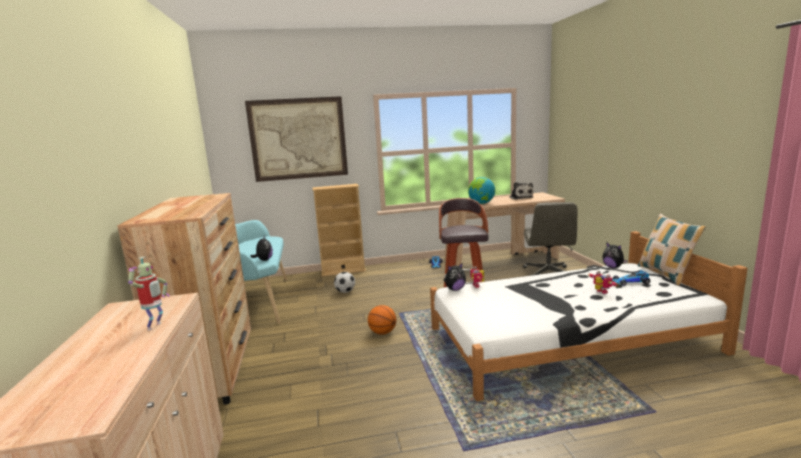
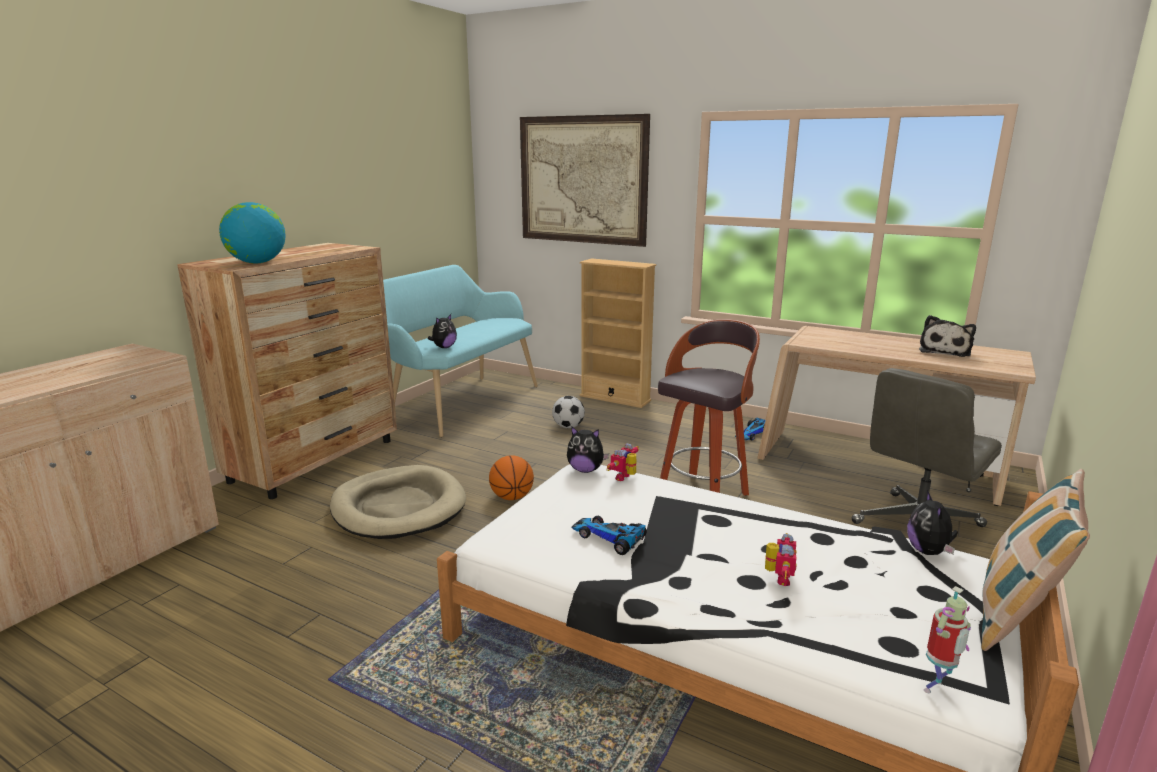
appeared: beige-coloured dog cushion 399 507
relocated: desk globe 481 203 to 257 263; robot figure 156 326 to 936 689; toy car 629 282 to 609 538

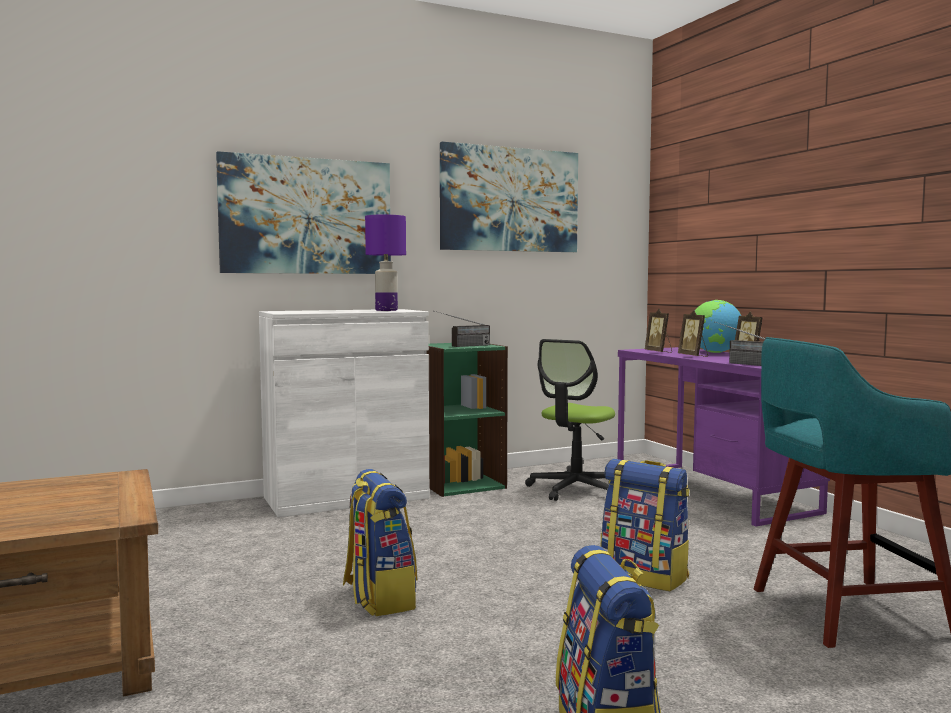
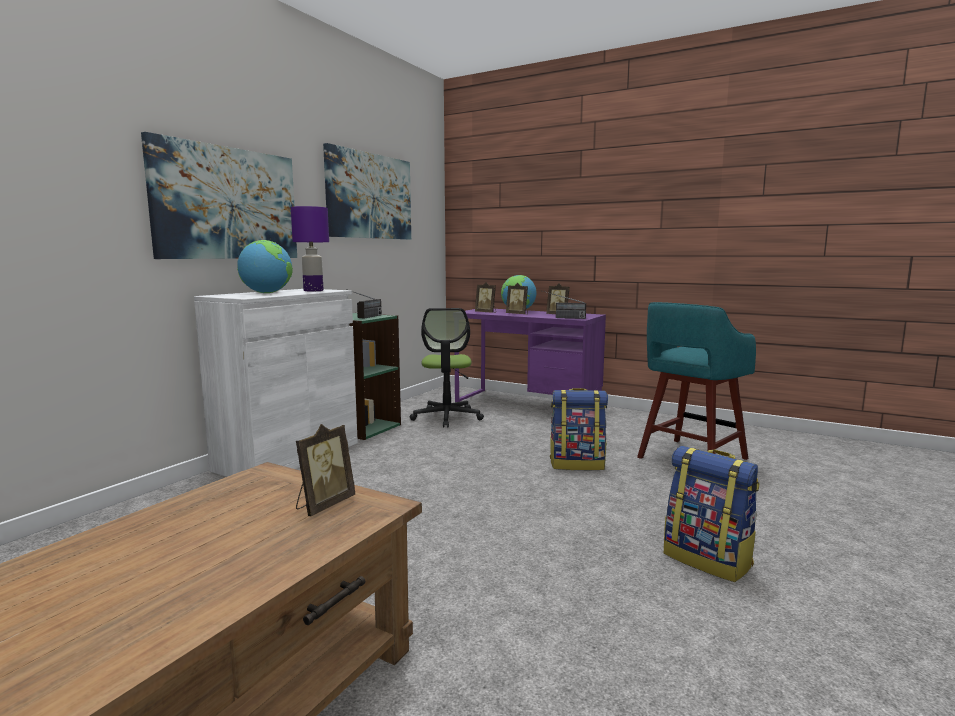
missing: backpack 378 598
appeared: desk globe 267 293; photo frame 323 505

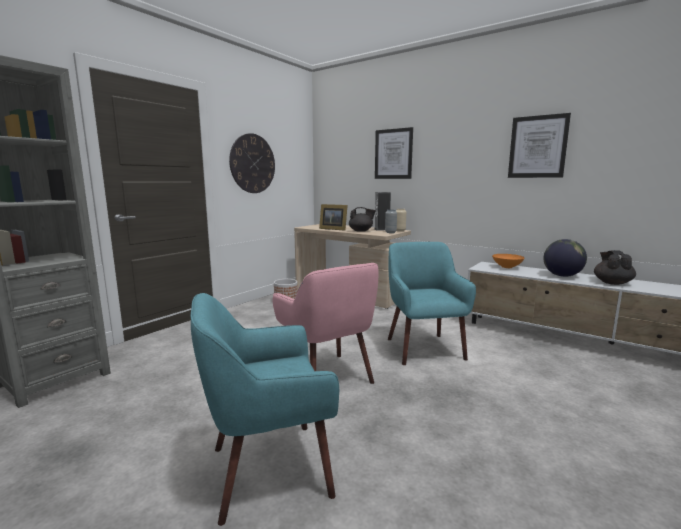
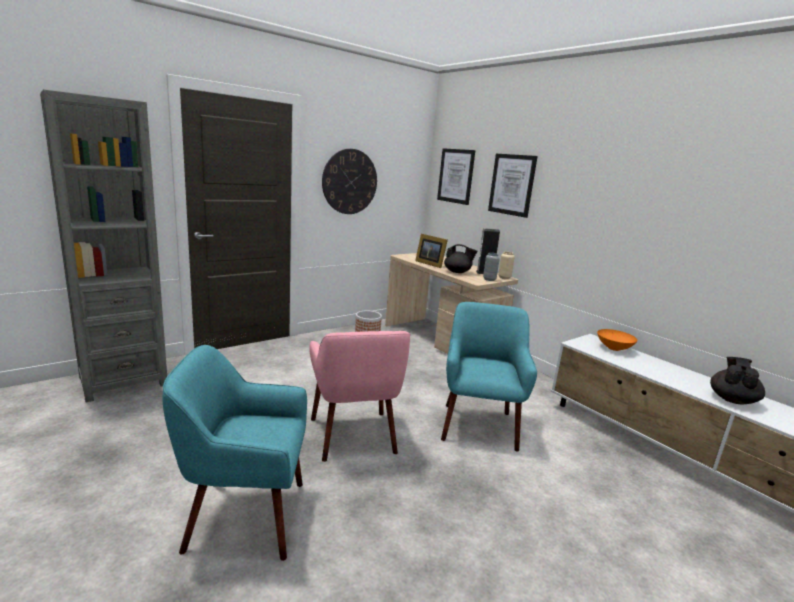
missing: desk globe 562 276
relocated: wall picture 537 147 to 456 176

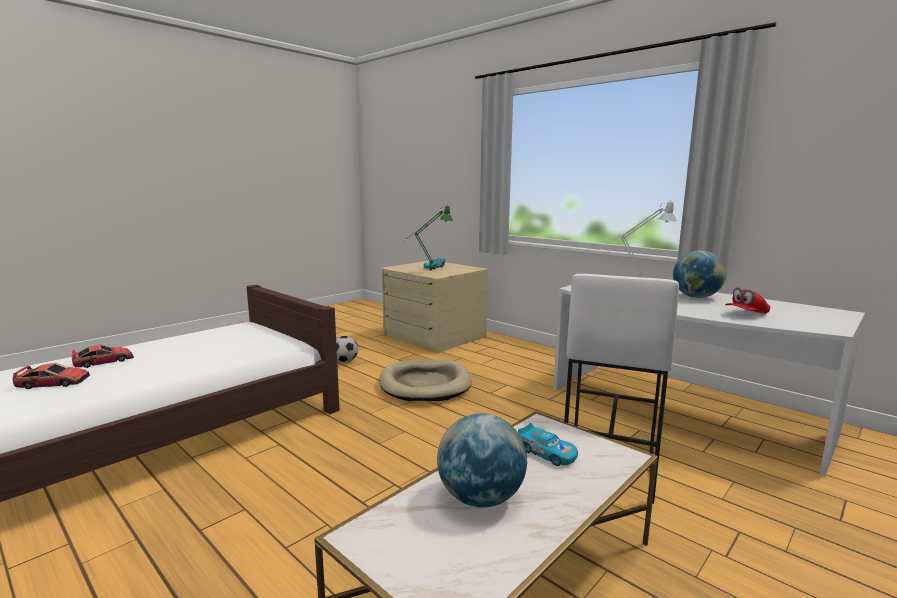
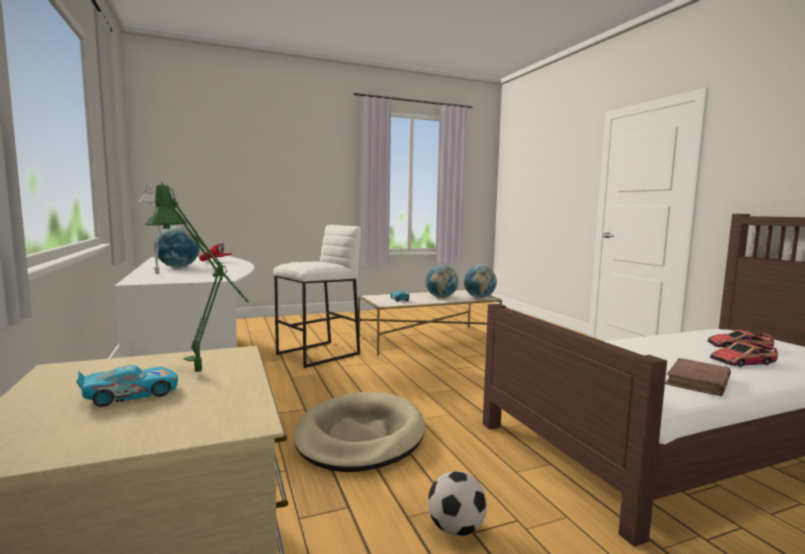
appeared: desk globe 479 297; brown-coloured volume 698 381

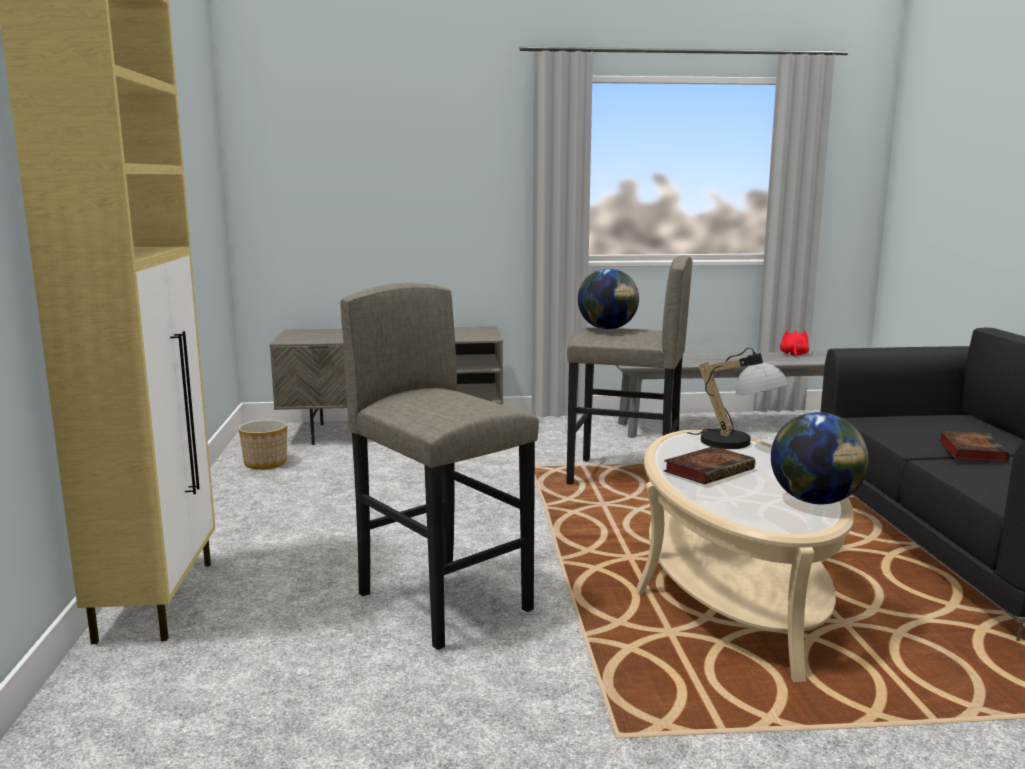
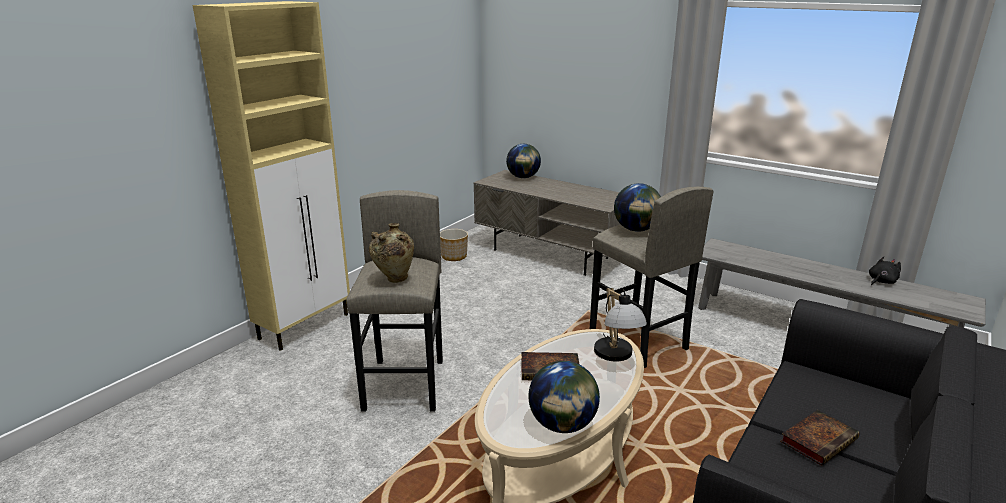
appeared: desk globe 523 177; beige-coloured flower vase 394 279
colour: reddish cuddly toy 793 355 to blackish cuddly toy 881 281

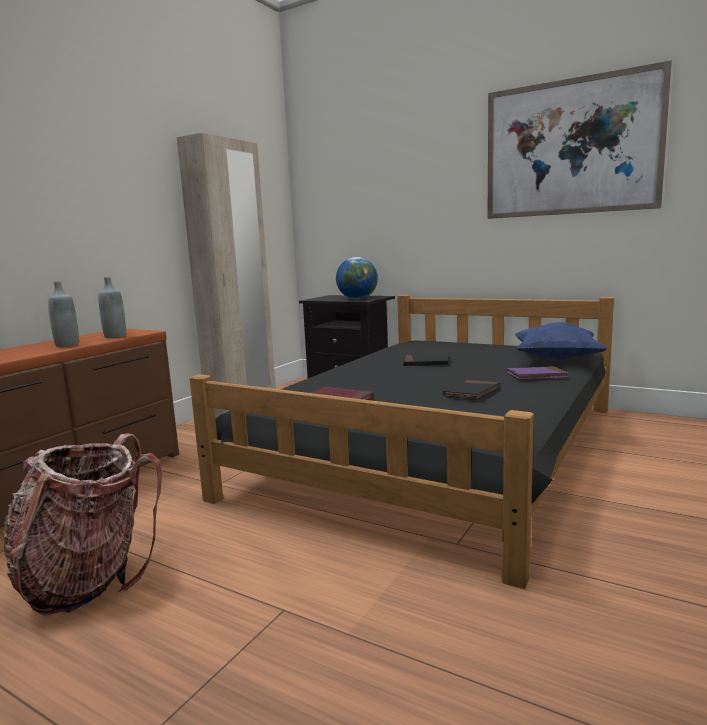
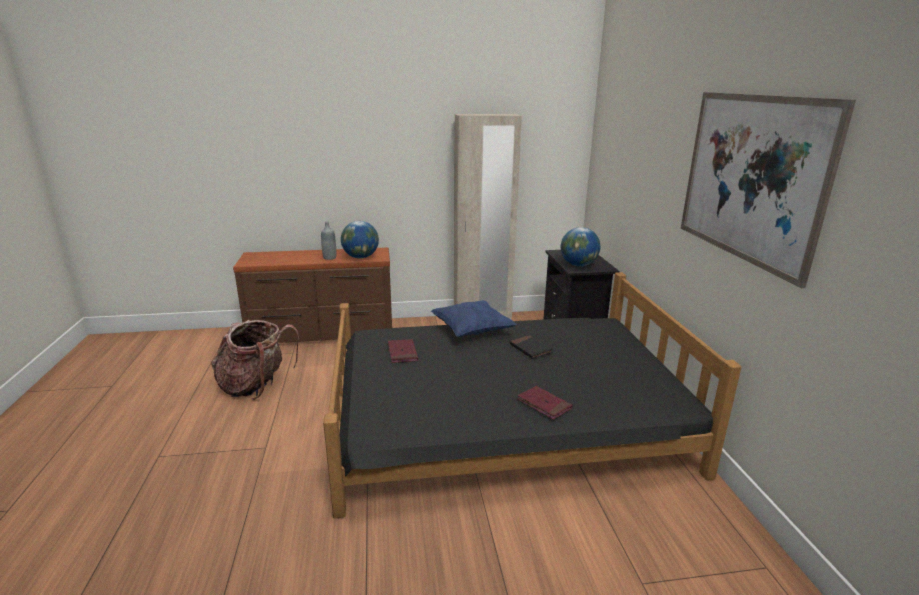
missing: blackish volume 471 393
relocated: bluish pillow 556 359 to 472 331
exchanged: greyish bottle 115 336 to desk globe 361 257
colour: purple volume 536 376 to reddish volume 544 404

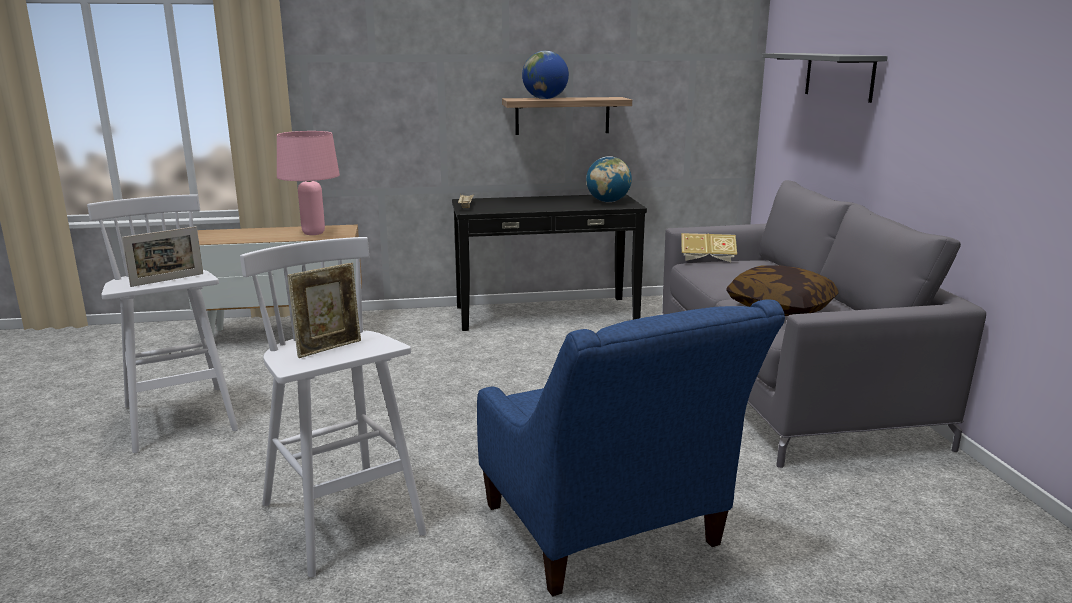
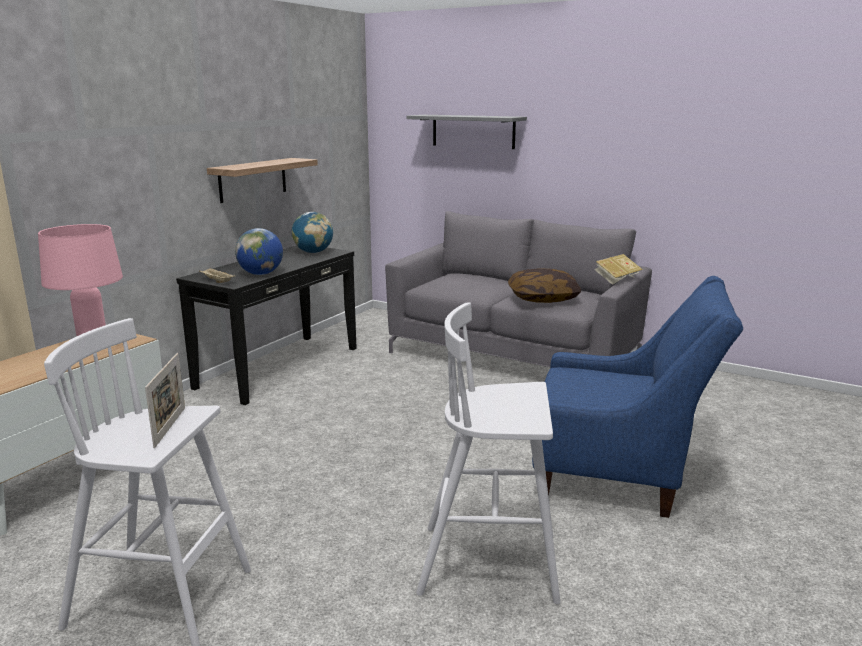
missing: photo frame 329 348
relocated: desk globe 545 99 to 261 274; volume 707 259 to 616 279

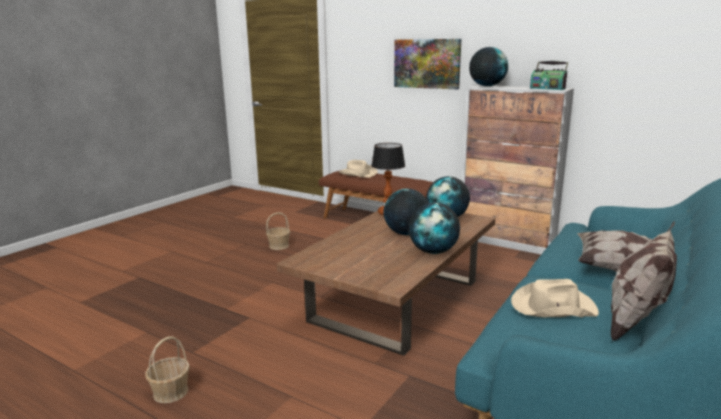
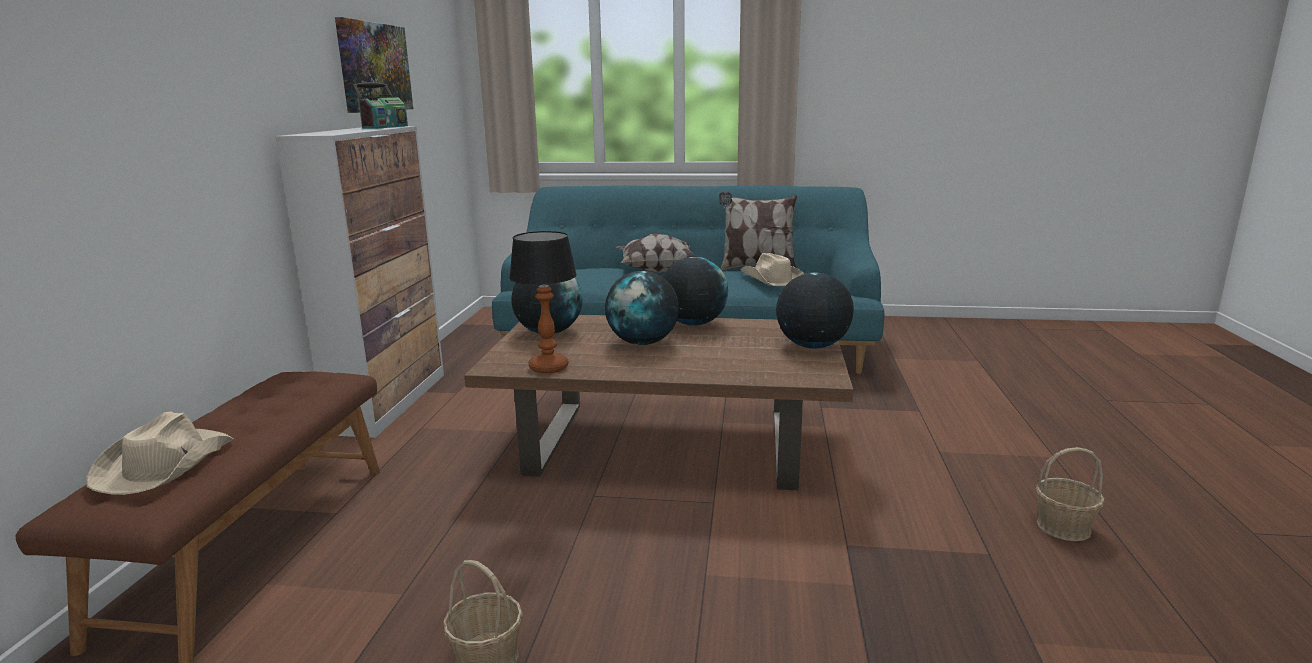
relocated: wall picture 427 63 to 374 67; desk globe 487 86 to 812 346

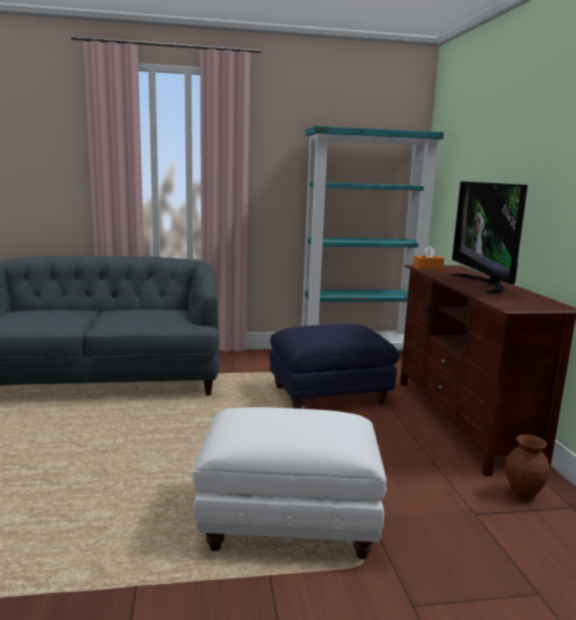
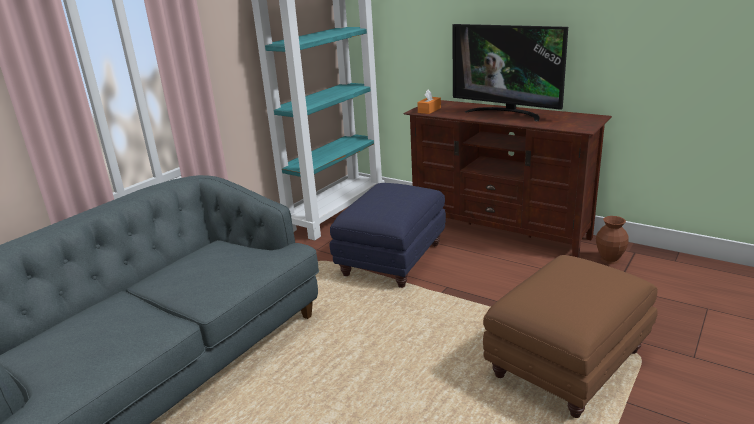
colour: white-coloured pouffe 286 522 to brown-coloured pouffe 566 365

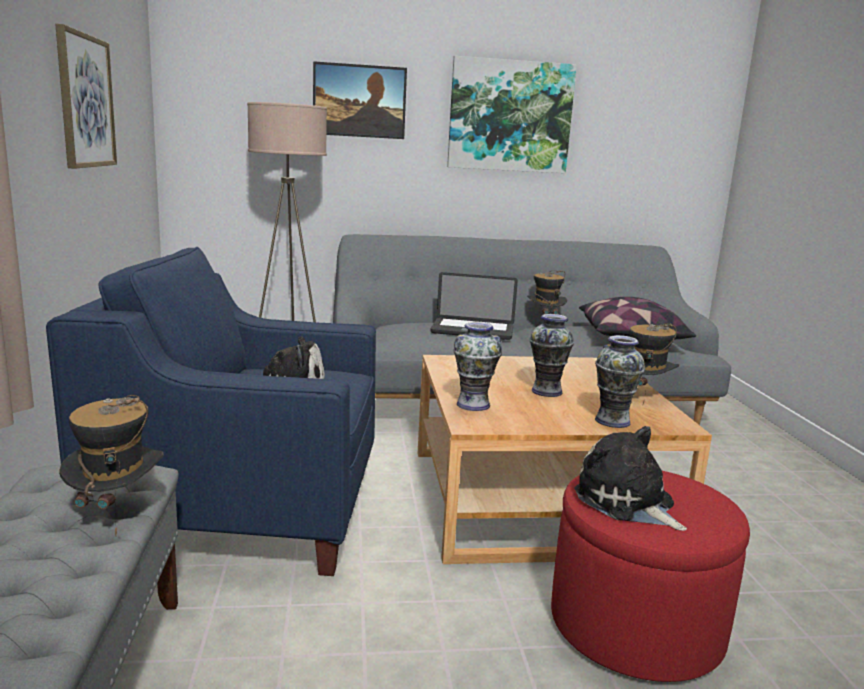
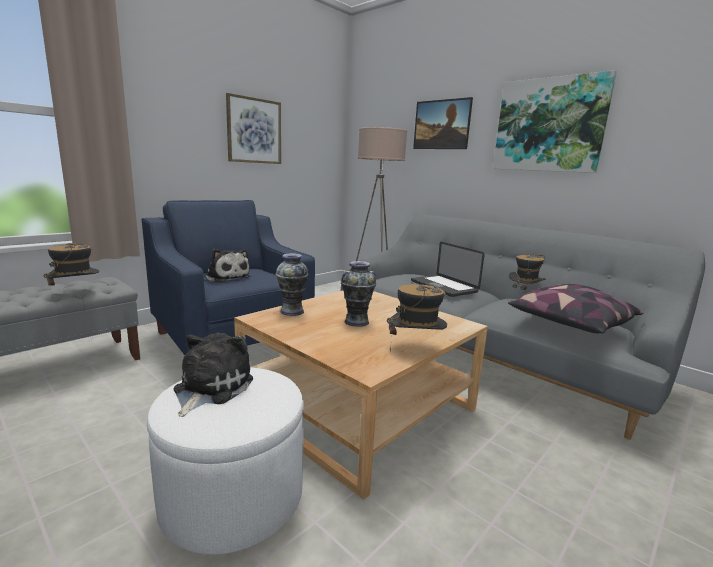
missing: flower vase 612 421
colour: reddish pouffe 635 626 to white-coloured pouffe 233 497

